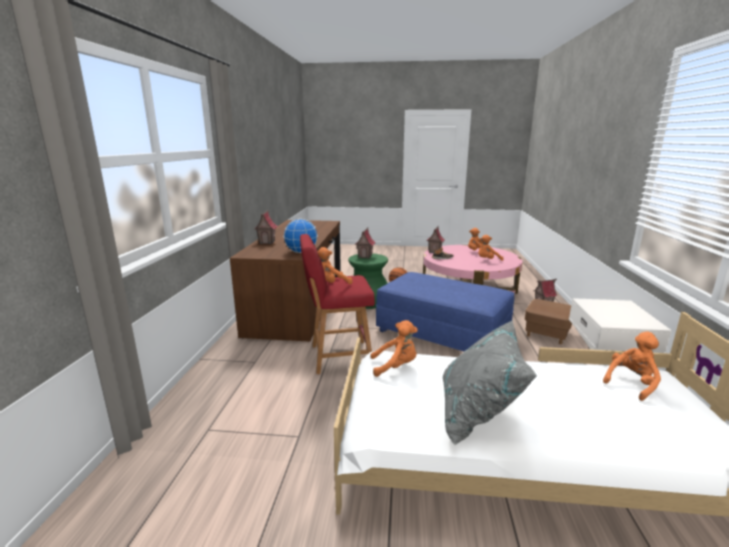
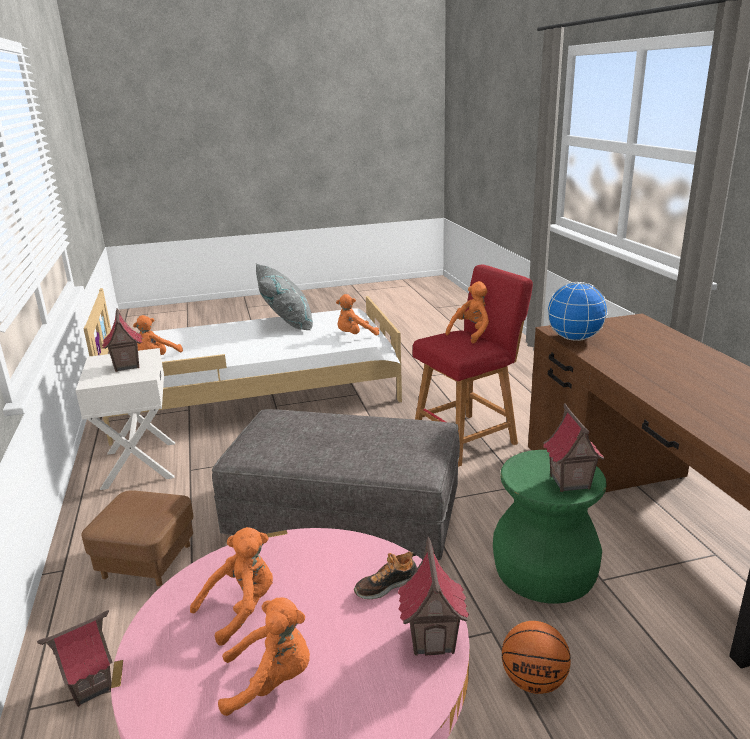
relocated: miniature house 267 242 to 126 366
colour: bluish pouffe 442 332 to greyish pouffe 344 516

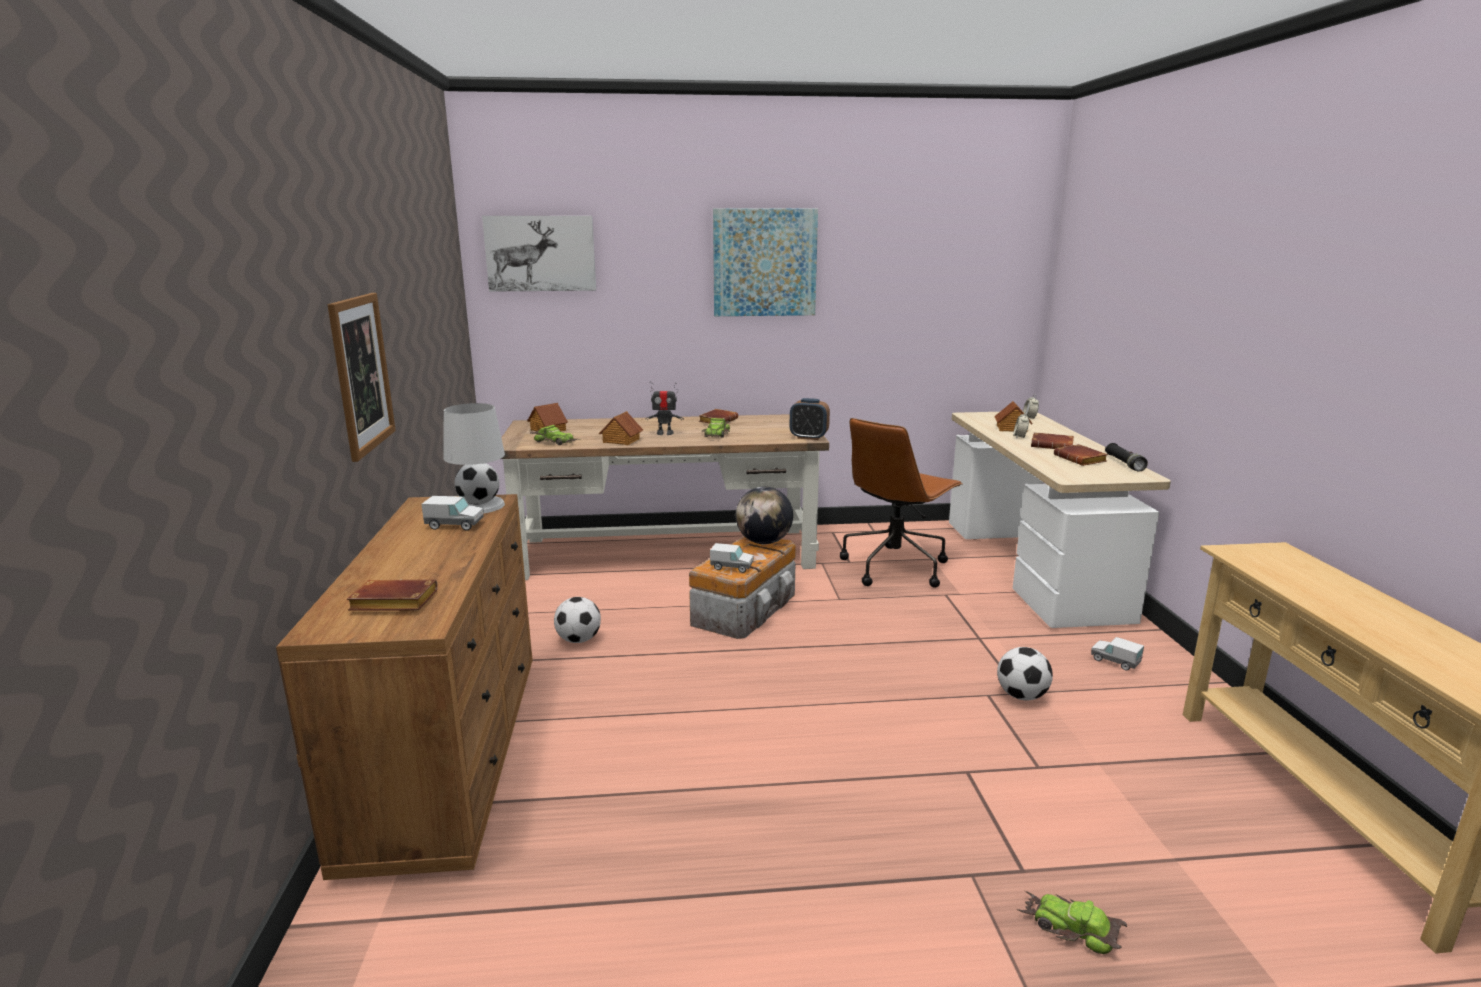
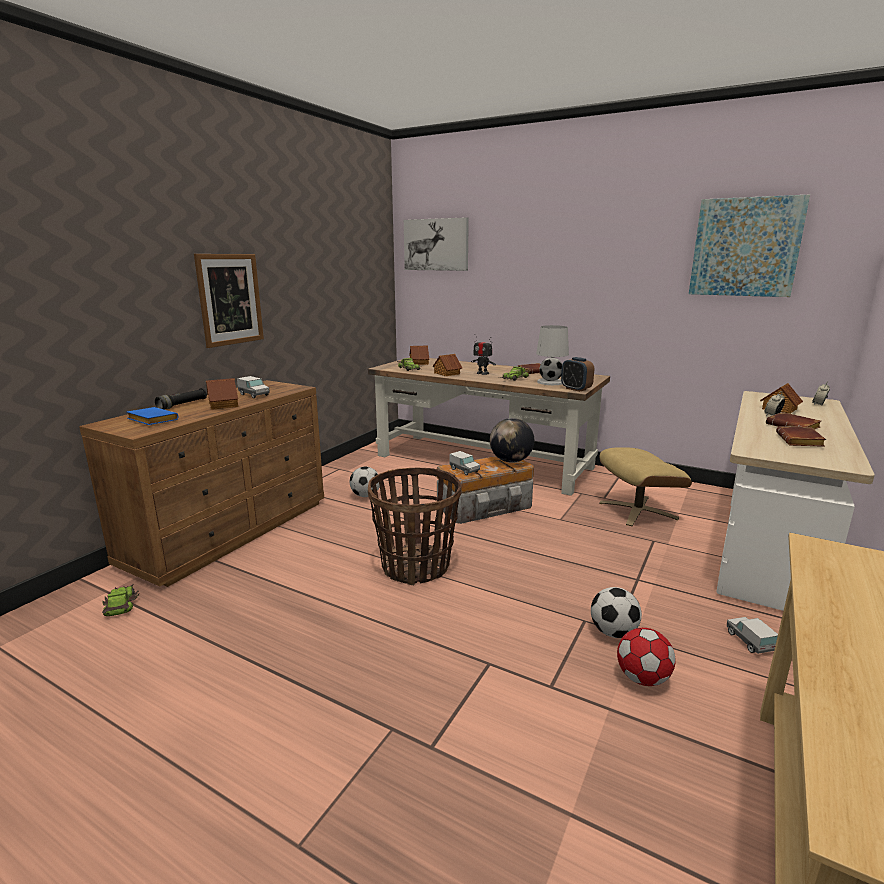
appeared: miniature house 224 405; storage basket 416 566; football ball 642 678
relocated: wall picture 764 262 to 745 247; white-coloured tabletop lamp 480 505 to 551 382; blackish hand torch 1124 464 to 182 405; toy car 1070 927 to 120 603
exchanged: brown-coloured computer chair 895 567 to beige-coloured pouffe 637 510
colour: brown-coloured volume 391 603 to bluish volume 151 420

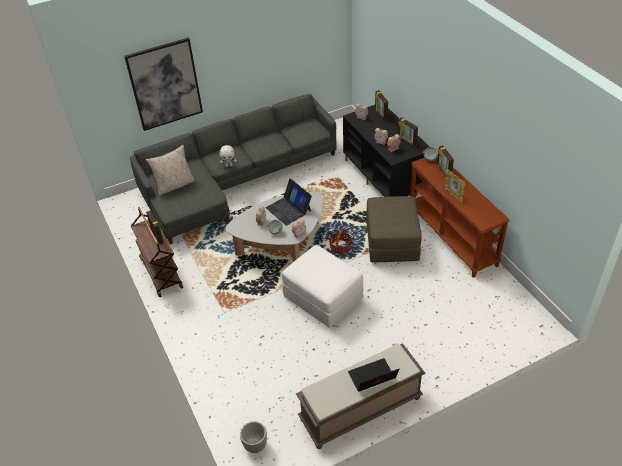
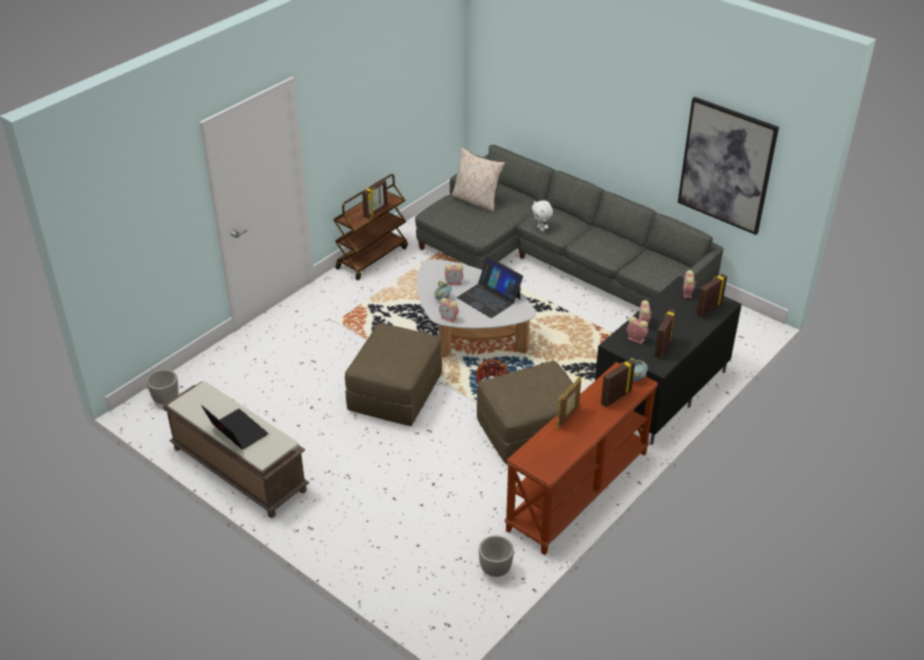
appeared: plant pot 495 570
relocated: wall picture 165 84 to 726 165
colour: white-coloured pouffe 323 298 to brown-coloured pouffe 395 394
spun: notebook computer 289 209 = 489 298 75 degrees counterclockwise

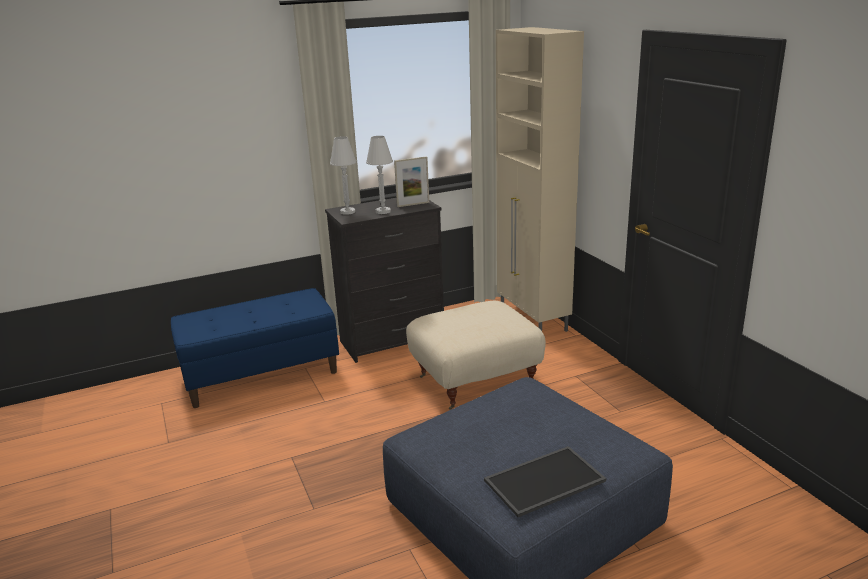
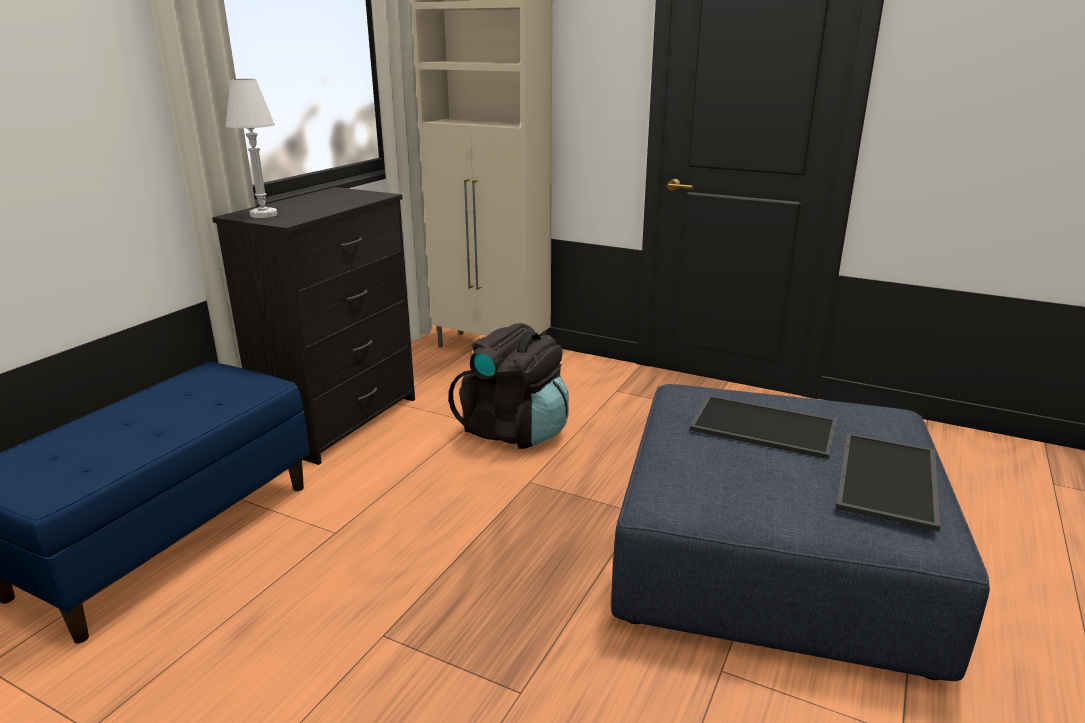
missing: white-coloured tabletop lamp 383 211; photo frame 413 204
appeared: tray 765 426
exchanged: beige-coloured pouffe 475 380 to blackish backpack 514 431

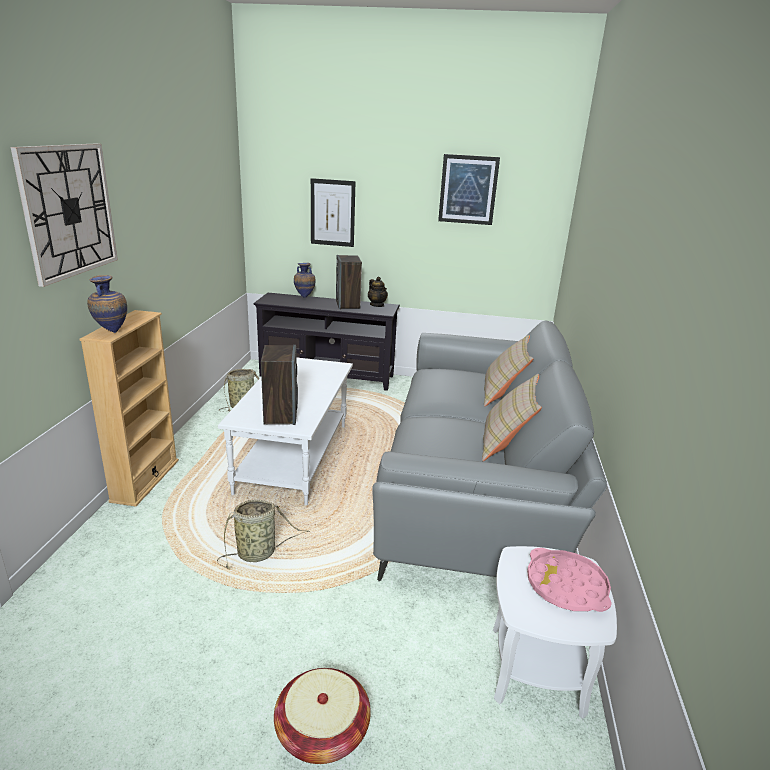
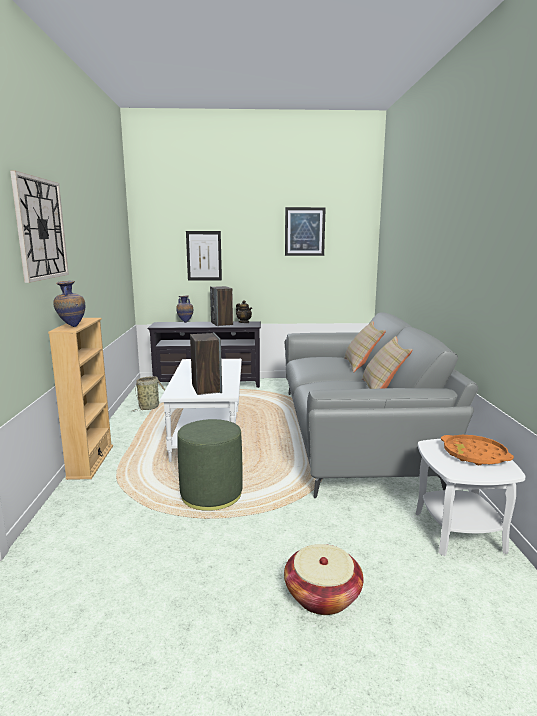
exchanged: storage basket 259 553 to green pouffe 211 494
colour: pink-coloured tray 566 586 to orange tray 474 455

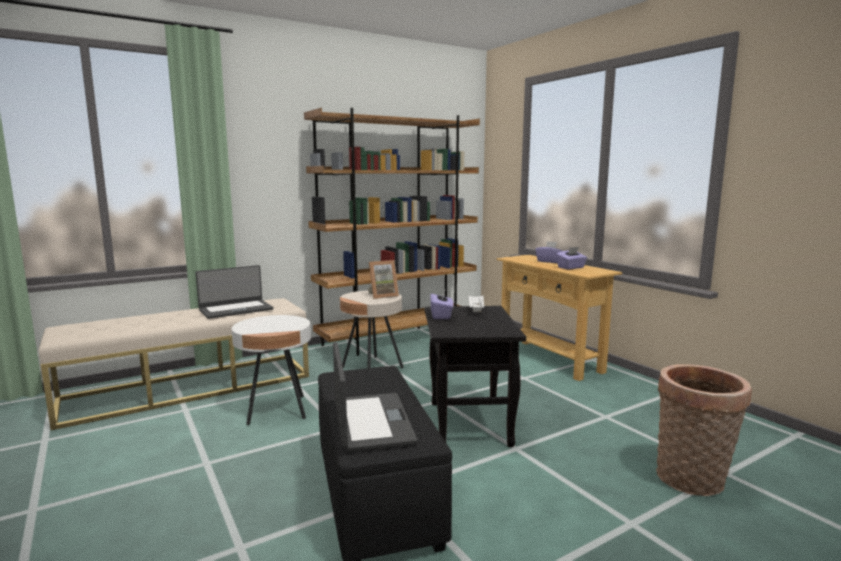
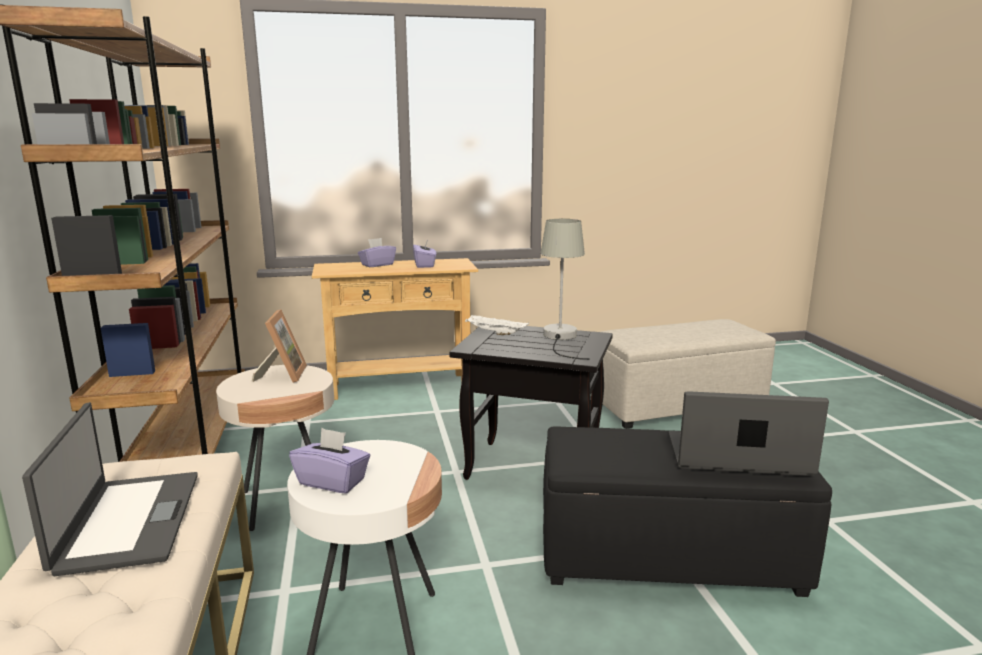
appeared: greyish tabletop lamp 560 338
relocated: purple box of tissues 441 315 to 332 481
exchanged: storage basket 692 481 to beige-coloured pouffe 678 405

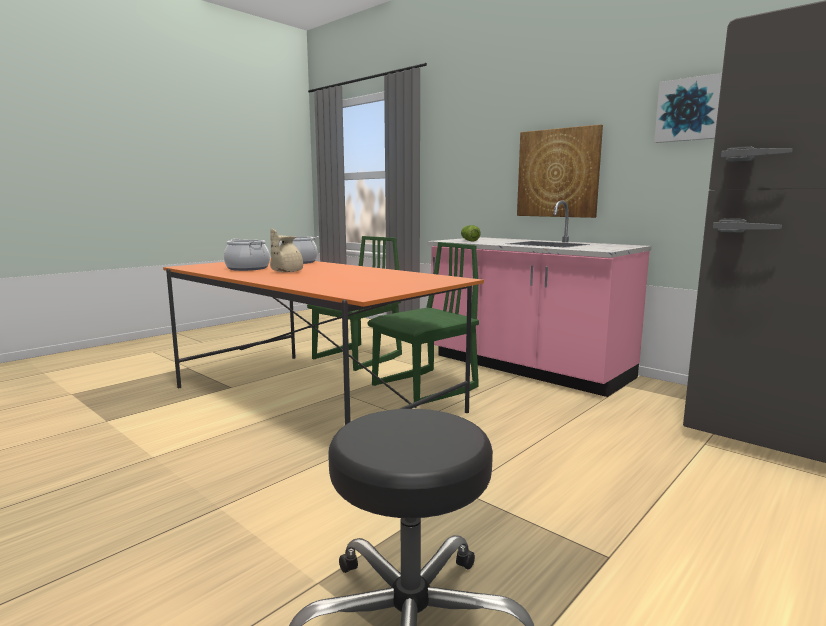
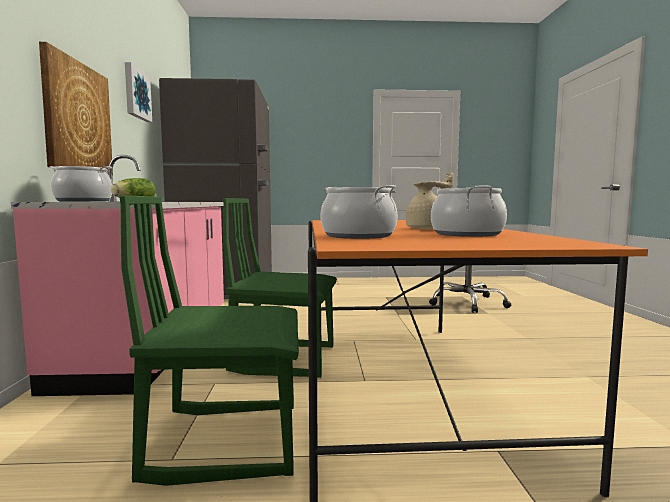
appeared: cooking pot 83 201

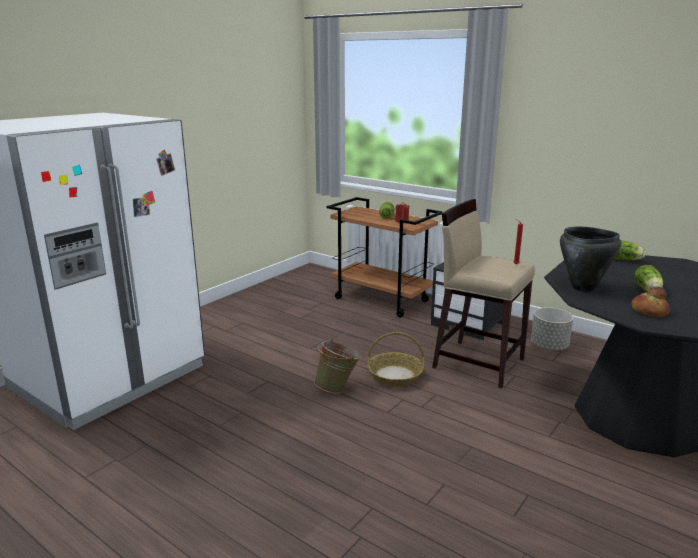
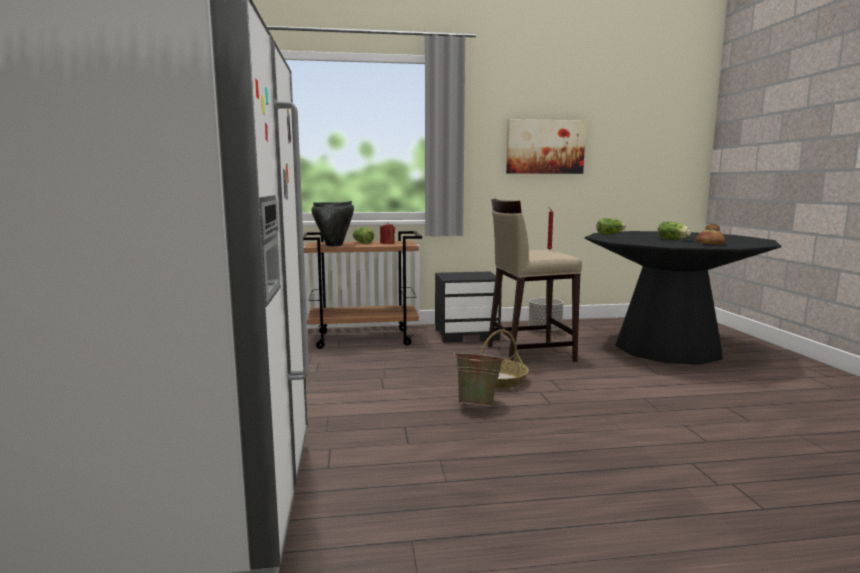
appeared: wall picture 545 147
relocated: blackish cooking pot 583 288 to 334 245

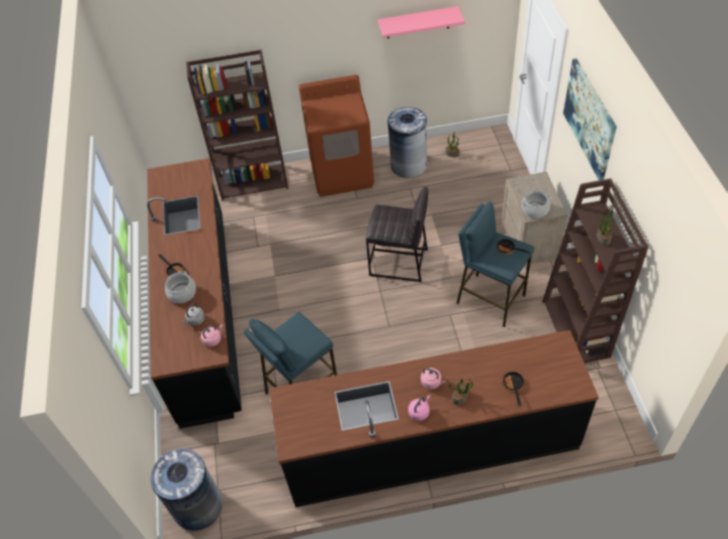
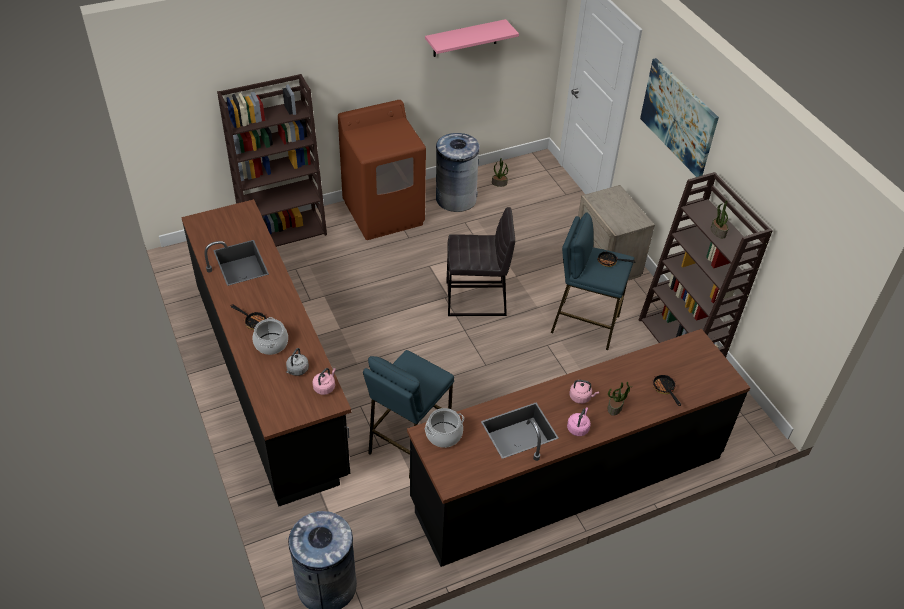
relocated: cooking pot 535 210 to 444 435

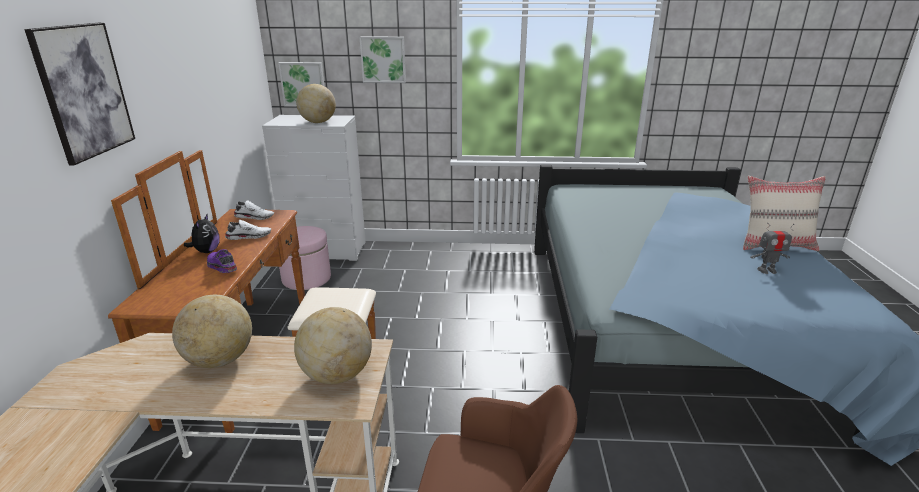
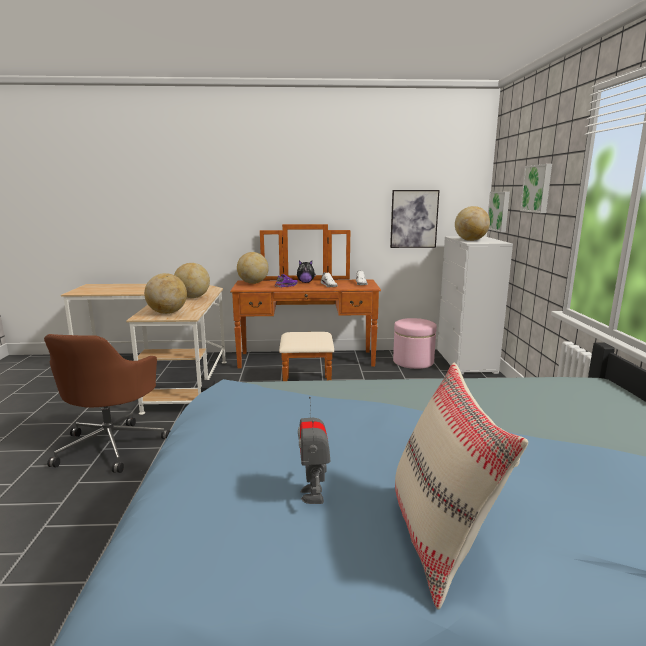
appeared: desk globe 253 283
relocated: wall picture 84 91 to 414 219

